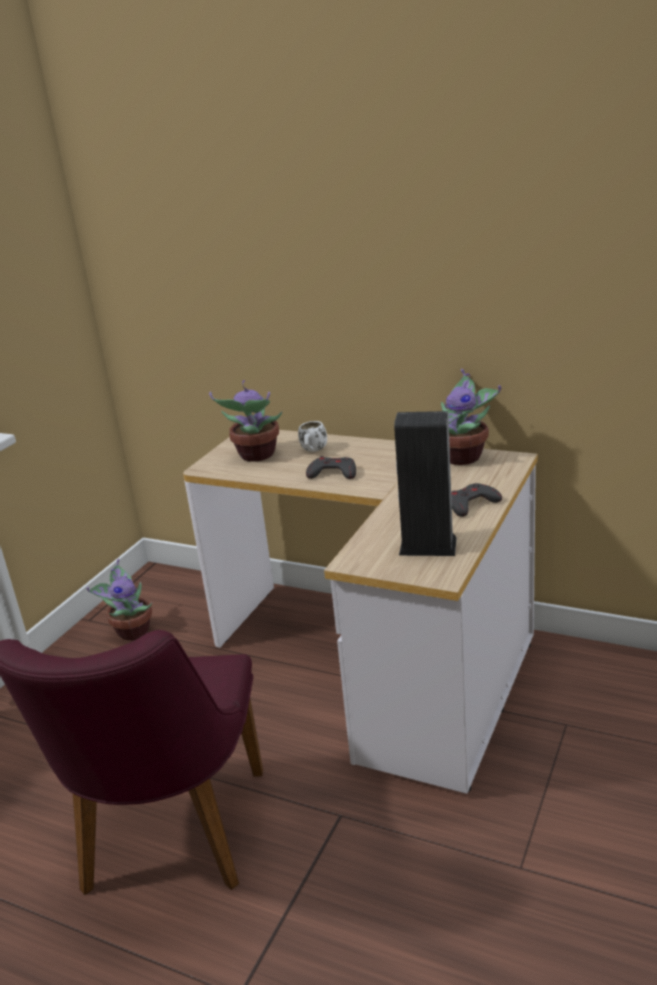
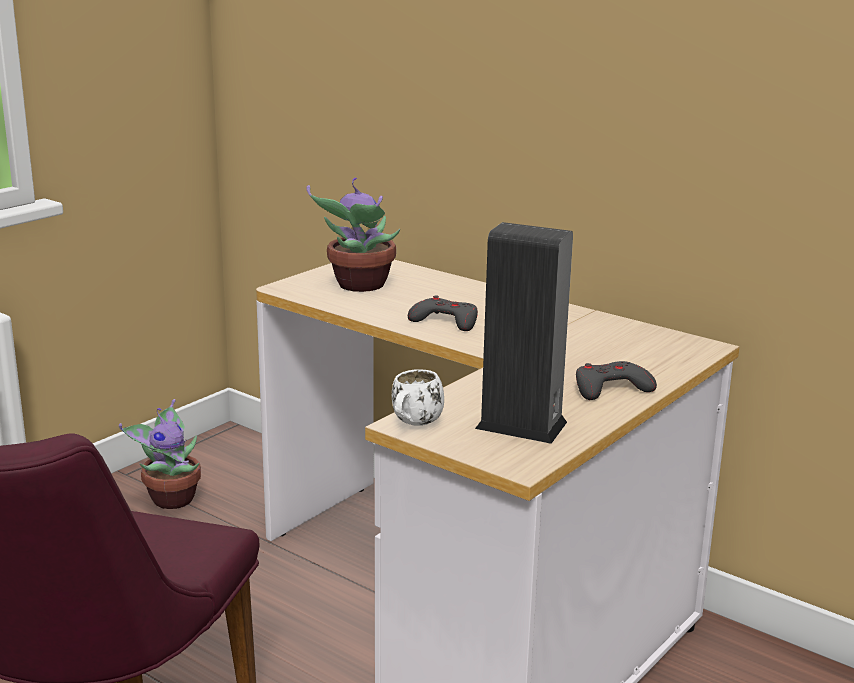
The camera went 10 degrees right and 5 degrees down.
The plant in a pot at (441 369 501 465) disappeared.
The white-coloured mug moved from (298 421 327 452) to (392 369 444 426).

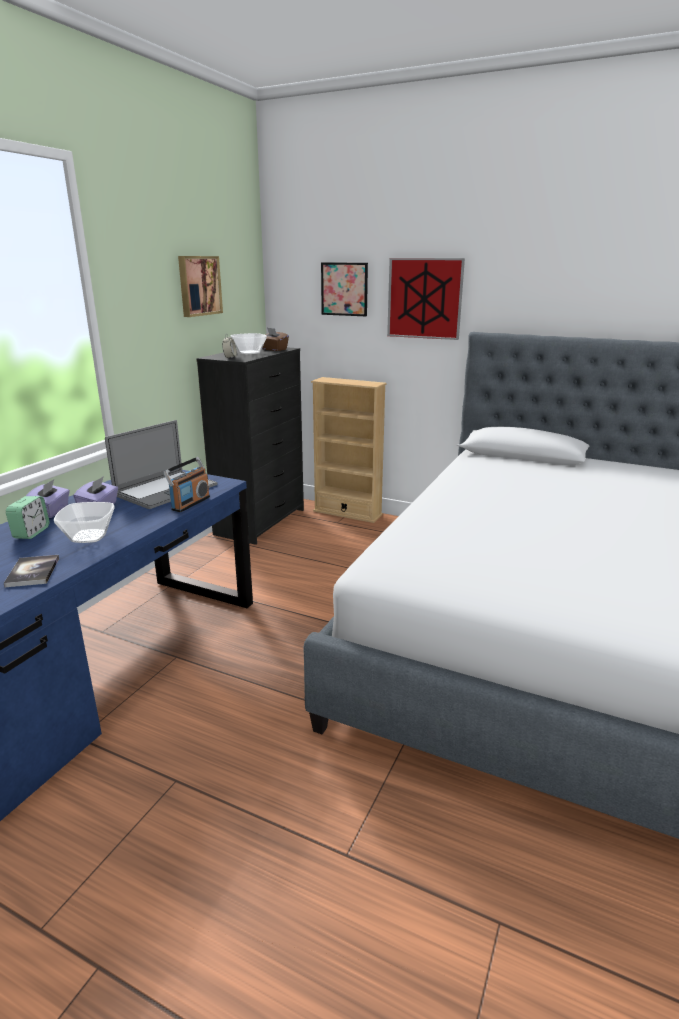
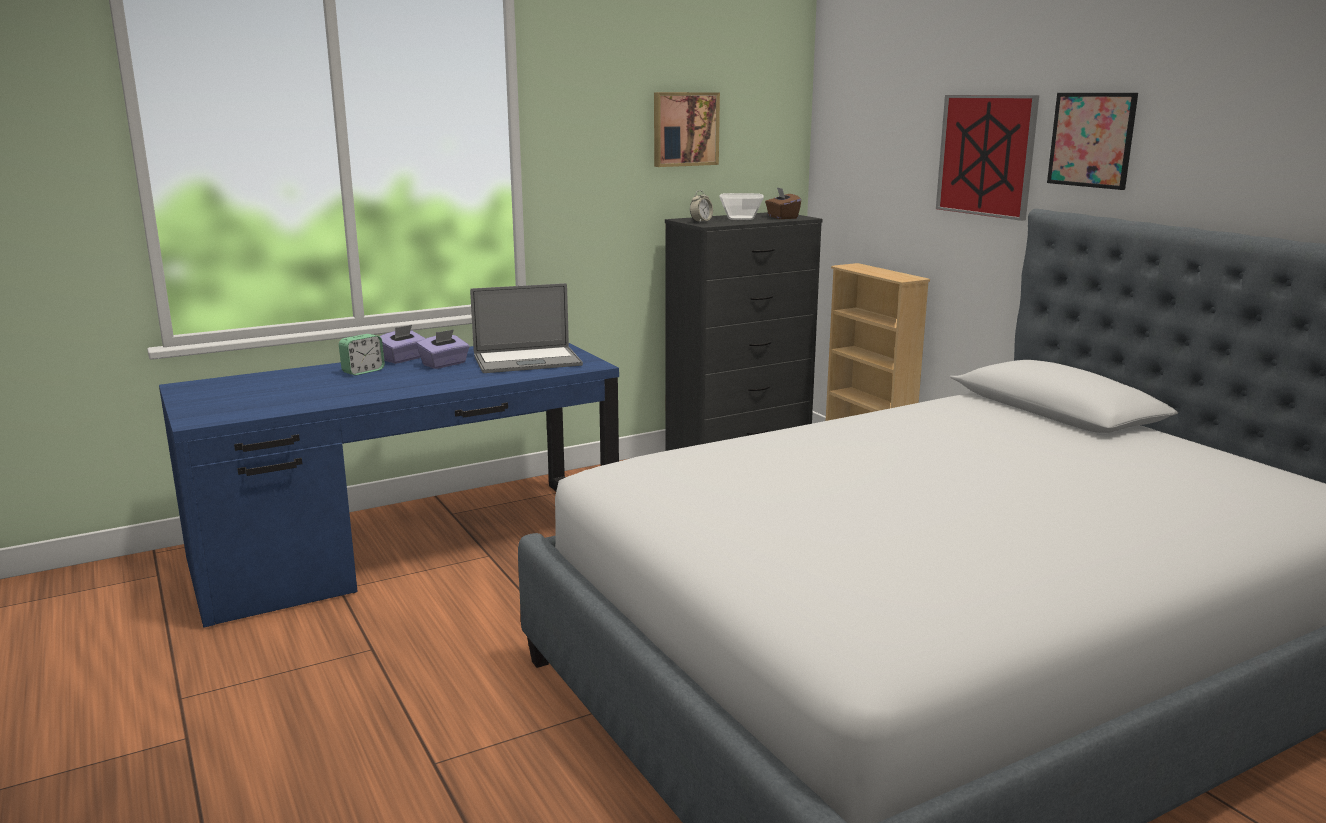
The camera went 35 degrees right and 5 degrees down.
The wall picture moved from (321 263 368 316) to (1047 93 1138 190).
The radio set at (163 457 210 512) disappeared.
The bowl at (54 502 115 543) disappeared.
The volume at (4 555 59 587) disappeared.

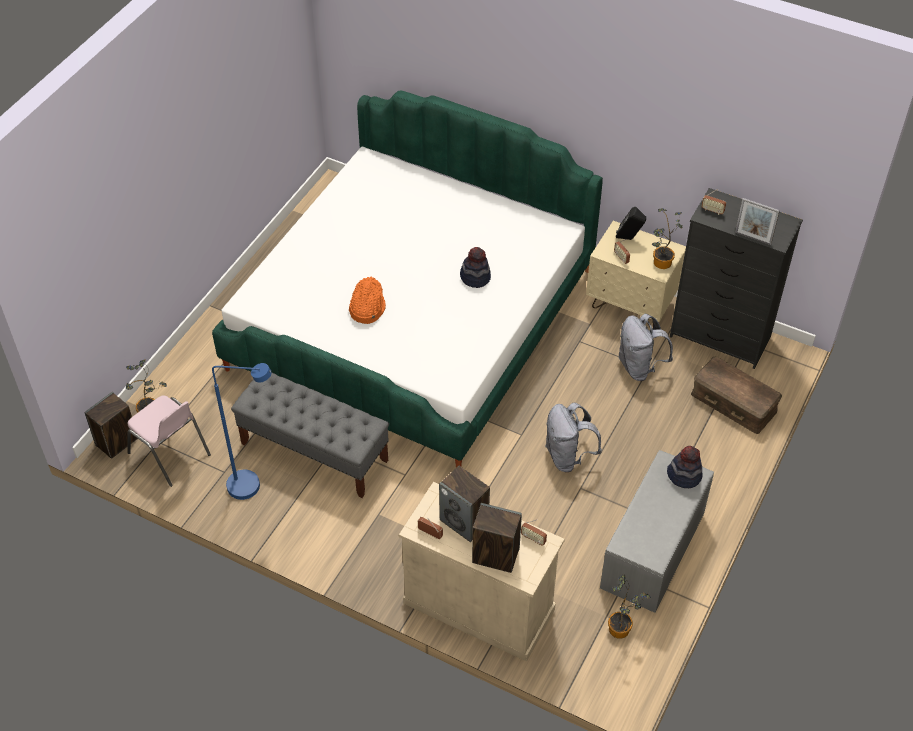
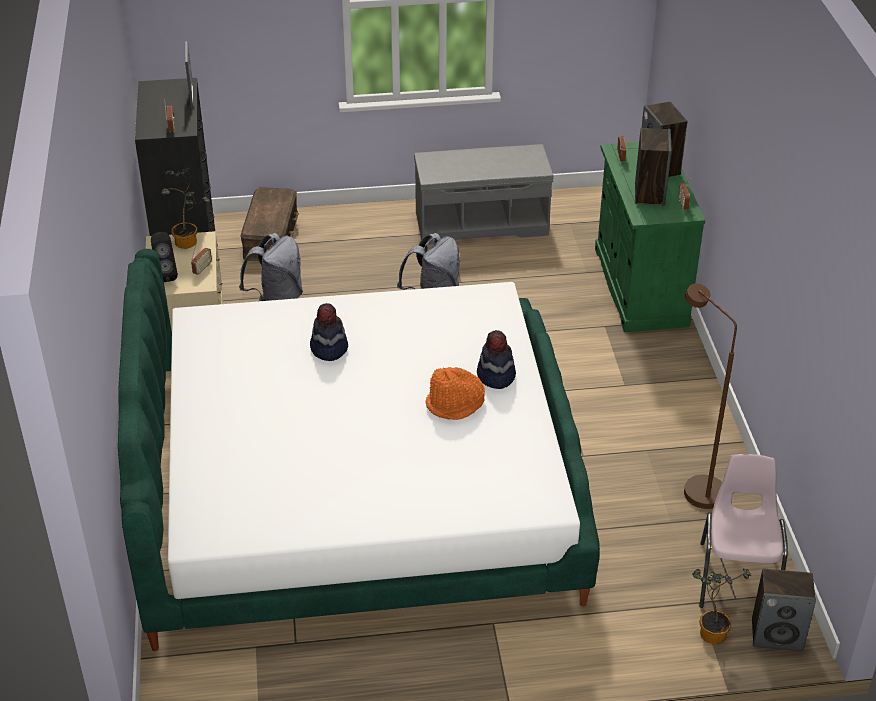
The camera went 125 degrees left and 10 degrees down.
The blue-coloured floor lamp at (212 363 272 500) became the brown floor lamp at (684 284 737 509).
The gray indoor bench at (231 373 389 498) disappeared.
The clothing hat moved from (667 446 703 488) to (477 330 516 389).
The sand-coloured storage cabinet at (399 482 565 661) became the green-coloured storage cabinet at (595 142 706 332).
The plant in a pot at (608 574 651 639) disappeared.

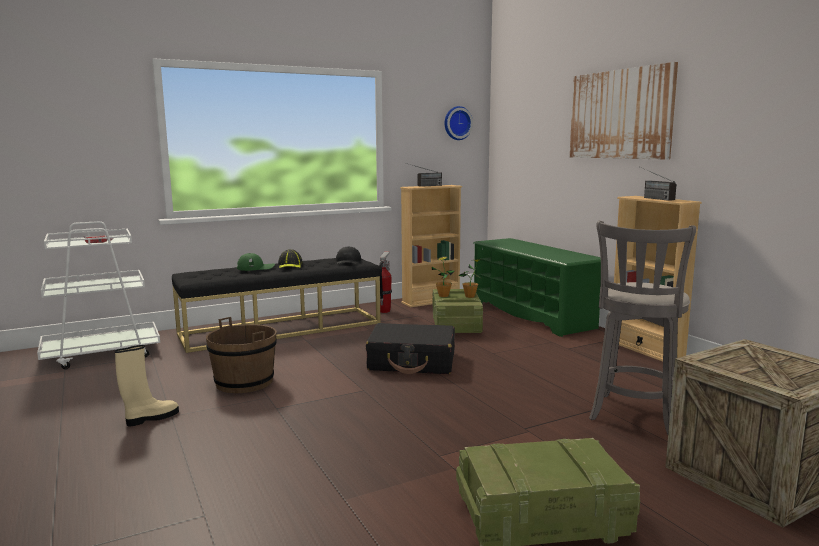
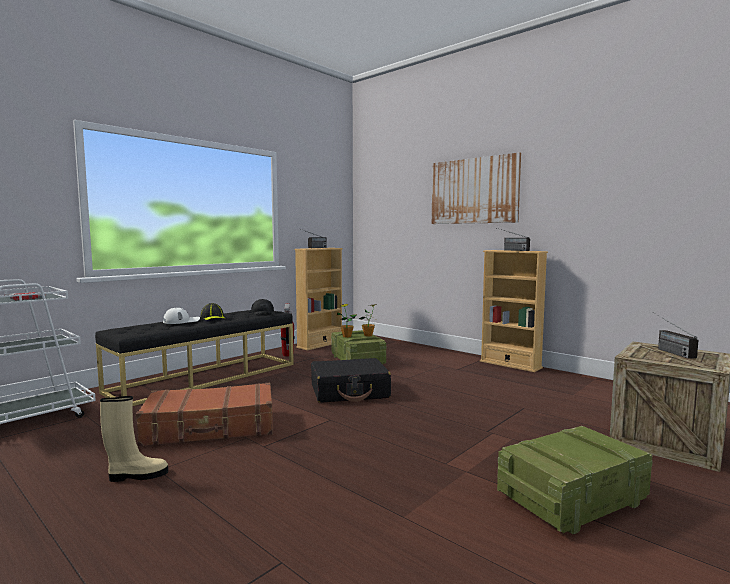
The camera went 20 degrees left and 5 degrees down.
The hanging clock at (445 106 473 140) disappeared.
The gray stool seat at (589 221 696 434) disappeared.
The green-coloured shoe stand at (473 238 601 337) disappeared.
The green-coloured baseball cap at (237 253 275 271) became the white-coloured baseball cap at (163 308 200 324).
The brown bucket at (206 317 277 393) was replaced by the brown travel case at (136 383 273 446).
The sand-coloured tall boot at (115 345 179 426) turned 45 degrees clockwise.
The radio set at (653 312 698 359) appeared.

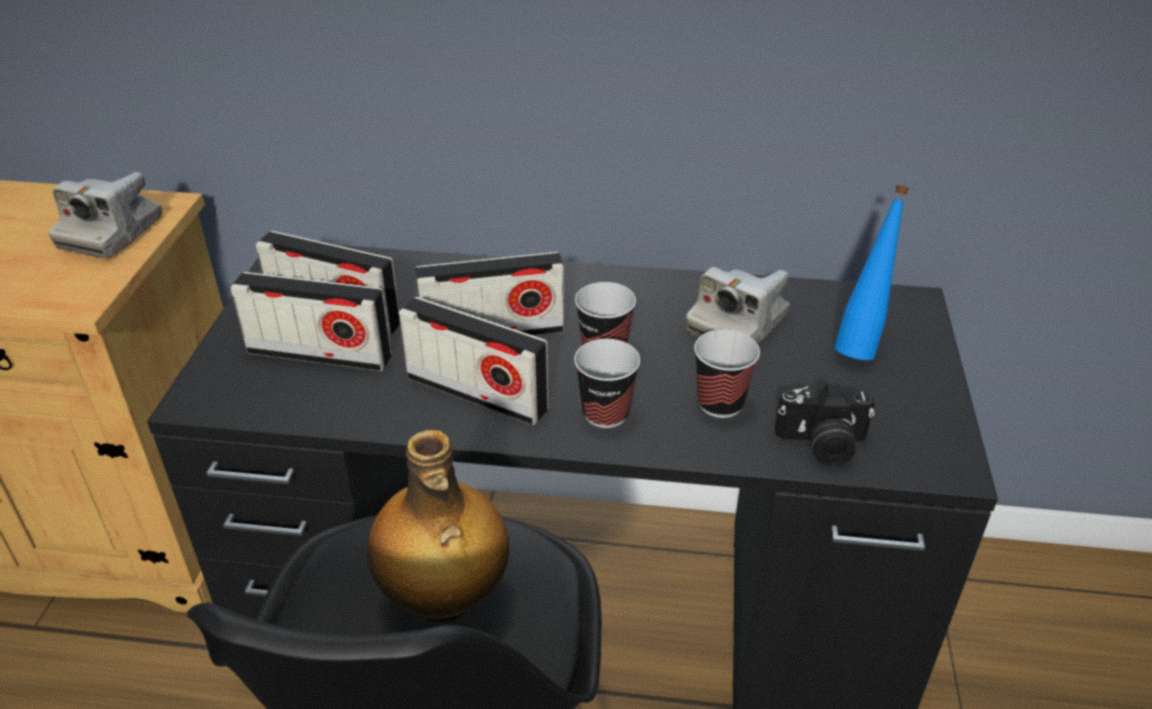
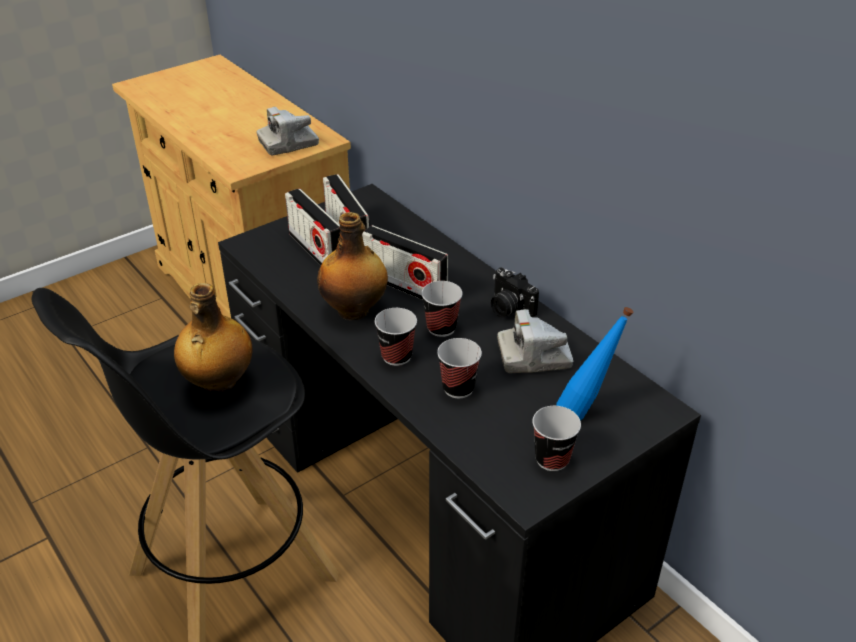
The camera went 45 degrees right and 0 degrees up.
The radio set at (399 297 549 425) was replaced by the drink bottle at (317 212 388 320).
The photo camera moved from (775 383 875 466) to (491 267 539 317).
The cup at (532 406 581 471) appeared.

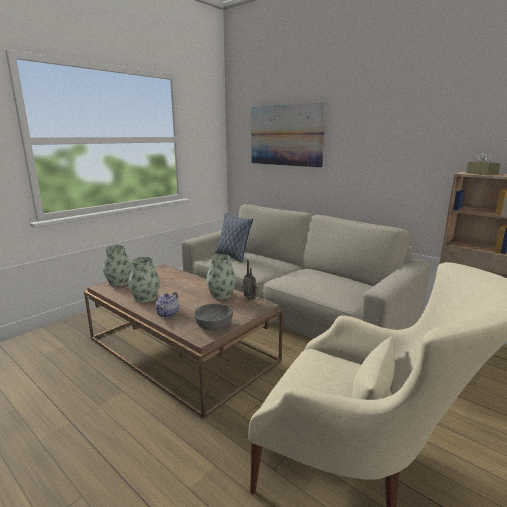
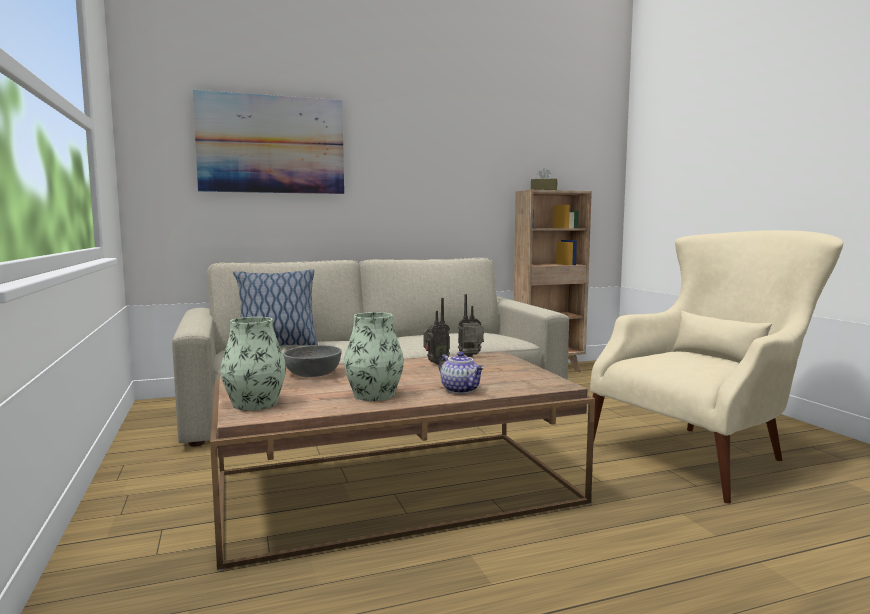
The camera went 60 degrees left and 10 degrees down.
The flower vase at (206 254 236 300) was replaced by the radio set at (423 298 450 364).
The gray bowl moved from (194 303 233 331) to (283 345 342 377).

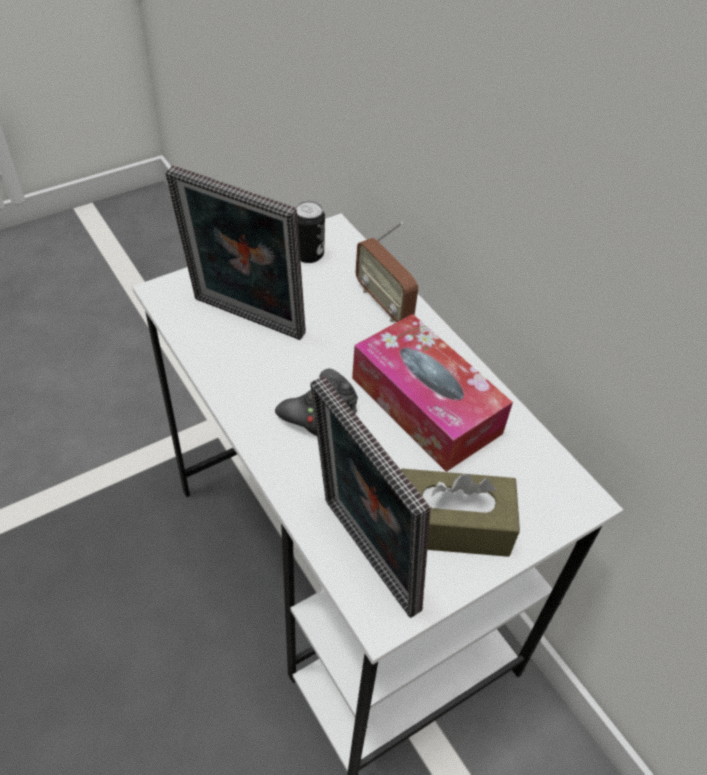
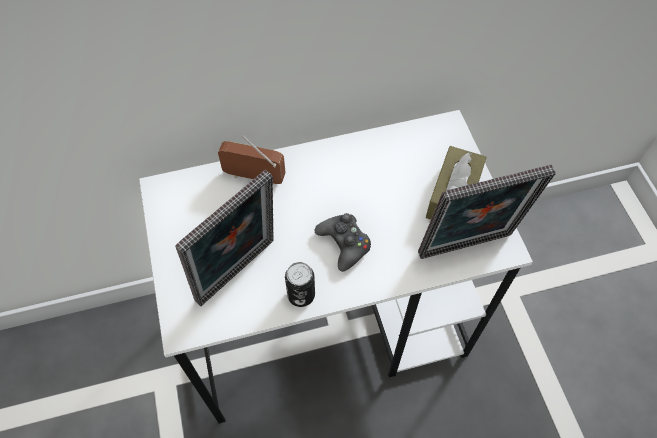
The camera went 70 degrees left and 10 degrees up.
The metal can moved from (295 200 325 263) to (285 262 315 307).
The radio set at (355 222 418 322) turned 150 degrees counterclockwise.
The tissue box at (352 314 513 472) disappeared.

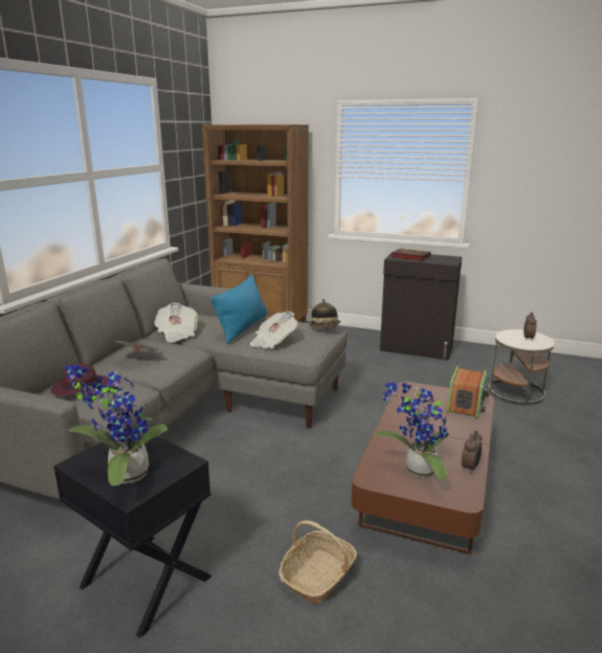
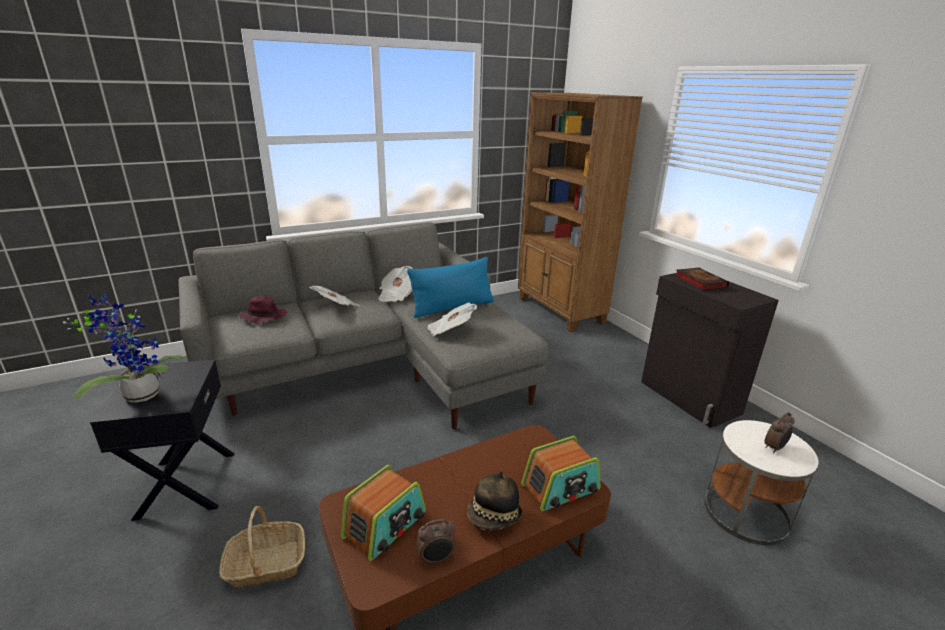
The camera went 40 degrees right and 5 degrees up.
The clothing hat moved from (309 299 341 329) to (467 471 522 531).
The plant in a pot at (375 382 449 479) was replaced by the radio set at (340 465 426 561).

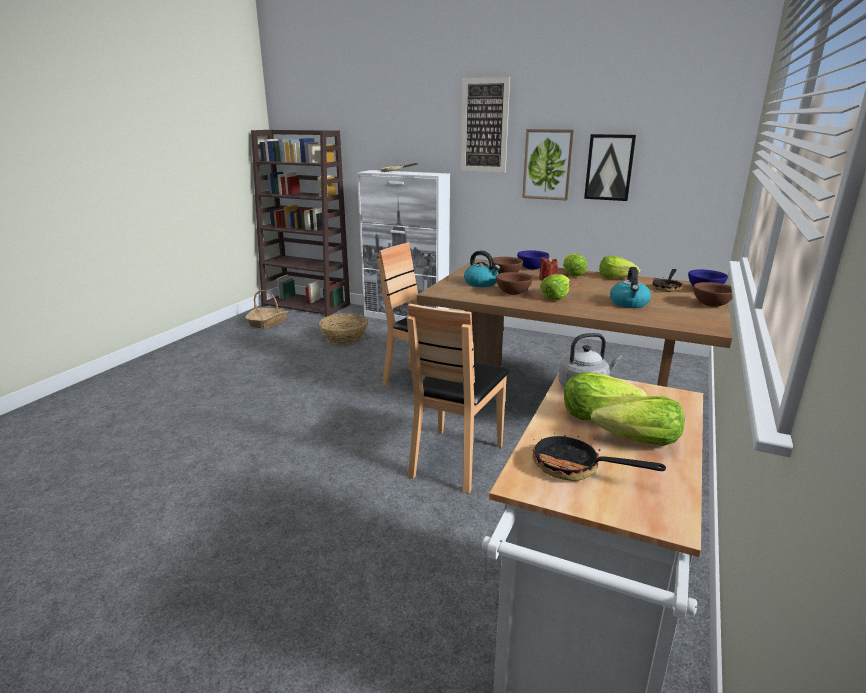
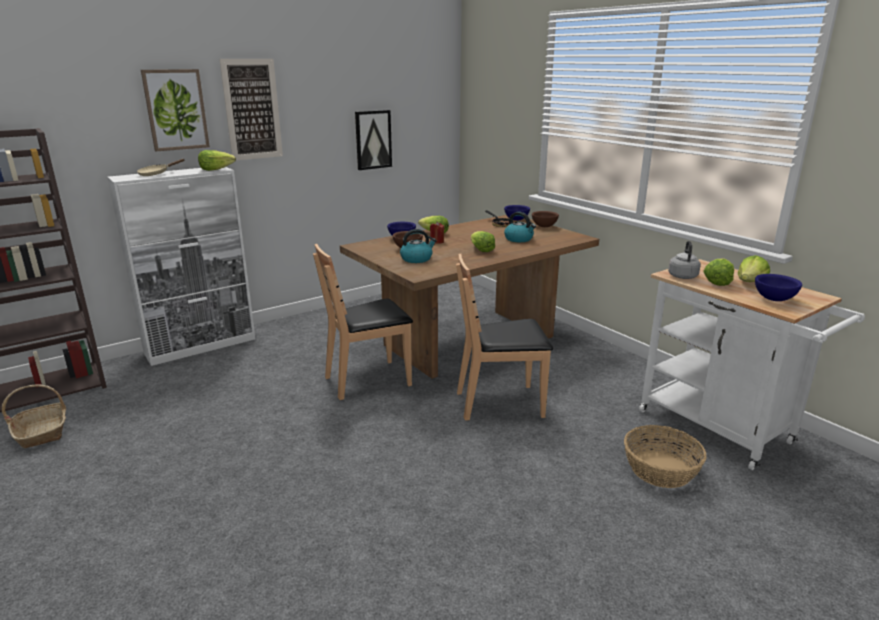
The camera went 60 degrees left and 0 degrees up.
The wall picture moved from (522 129 574 201) to (141 69 210 151).
The lettuce head moved from (599 256 641 279) to (198 150 236 171).
The brown bowl at (496 272 533 295) disappeared.
The brown chair at (407 303 509 493) turned 120 degrees clockwise.
The basket moved from (319 314 368 345) to (624 425 707 488).
The skillet at (532 433 666 481) was replaced by the blue-coloured bowl at (755 274 802 301).

